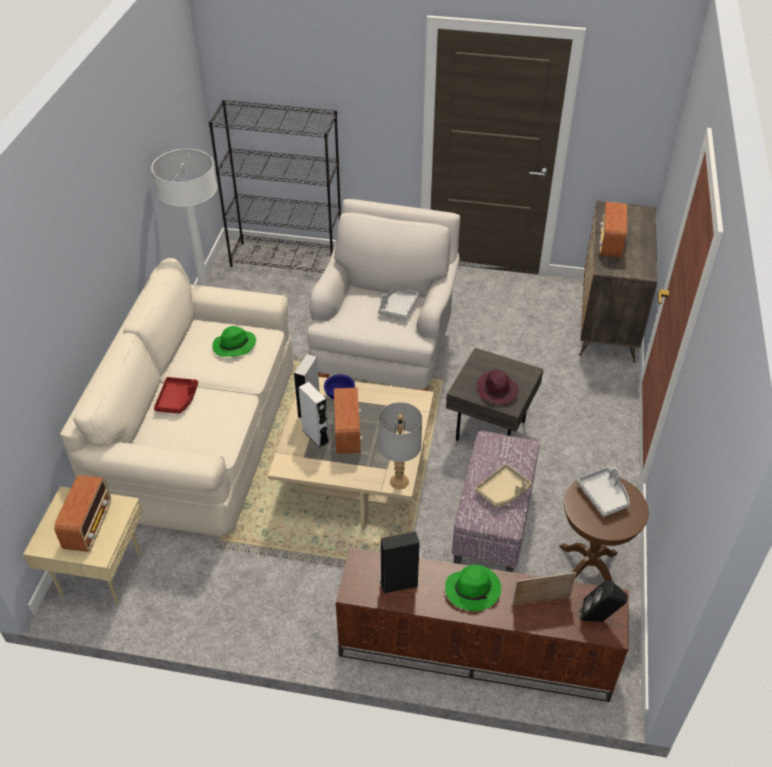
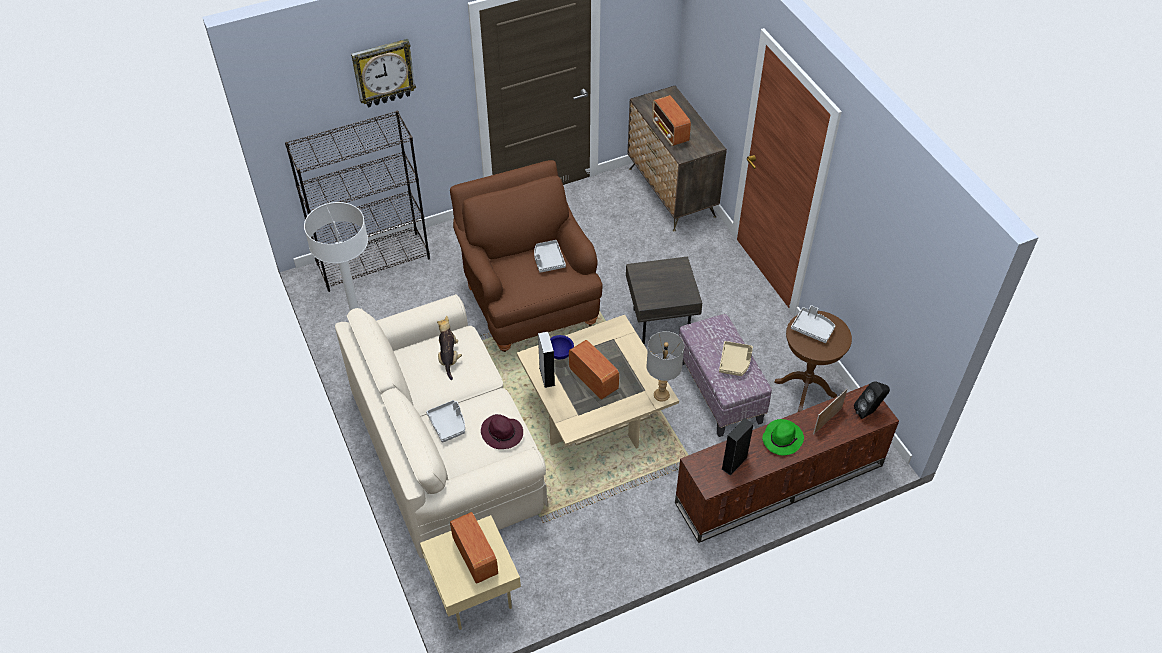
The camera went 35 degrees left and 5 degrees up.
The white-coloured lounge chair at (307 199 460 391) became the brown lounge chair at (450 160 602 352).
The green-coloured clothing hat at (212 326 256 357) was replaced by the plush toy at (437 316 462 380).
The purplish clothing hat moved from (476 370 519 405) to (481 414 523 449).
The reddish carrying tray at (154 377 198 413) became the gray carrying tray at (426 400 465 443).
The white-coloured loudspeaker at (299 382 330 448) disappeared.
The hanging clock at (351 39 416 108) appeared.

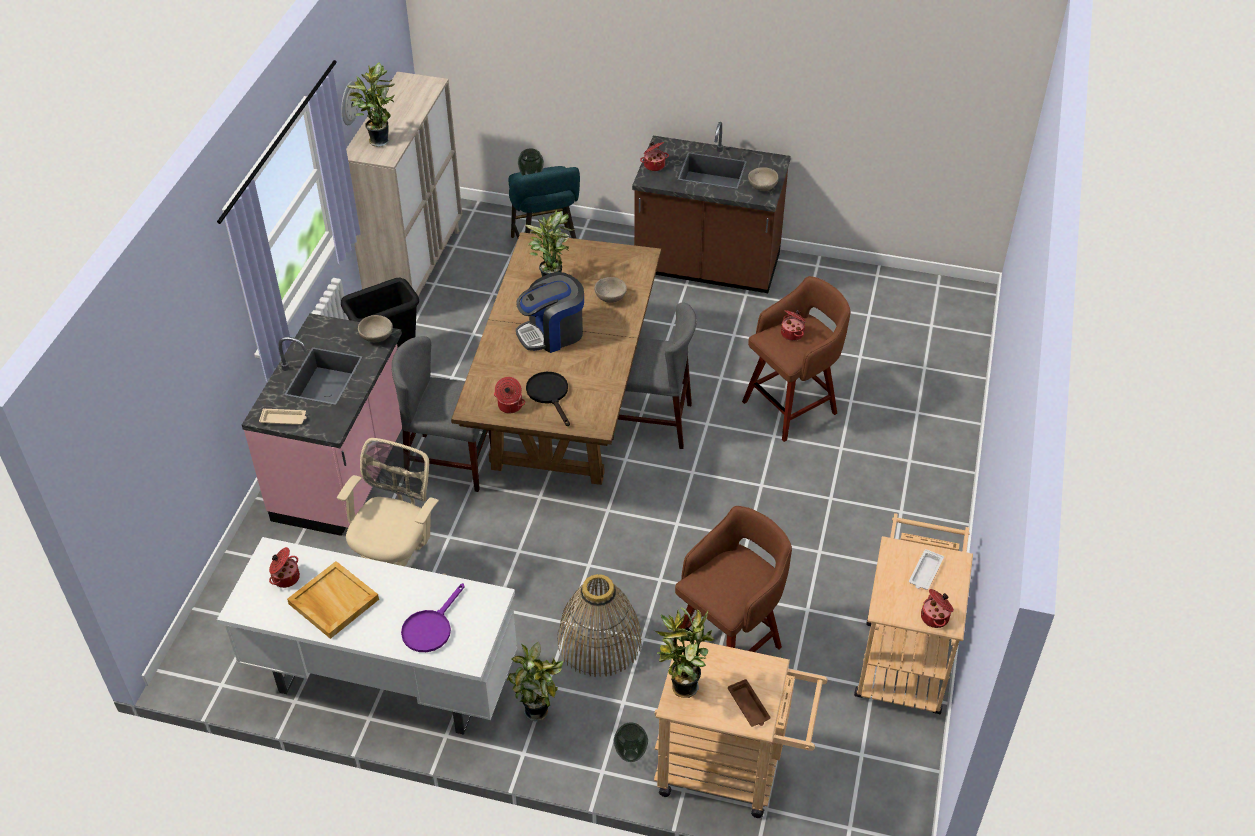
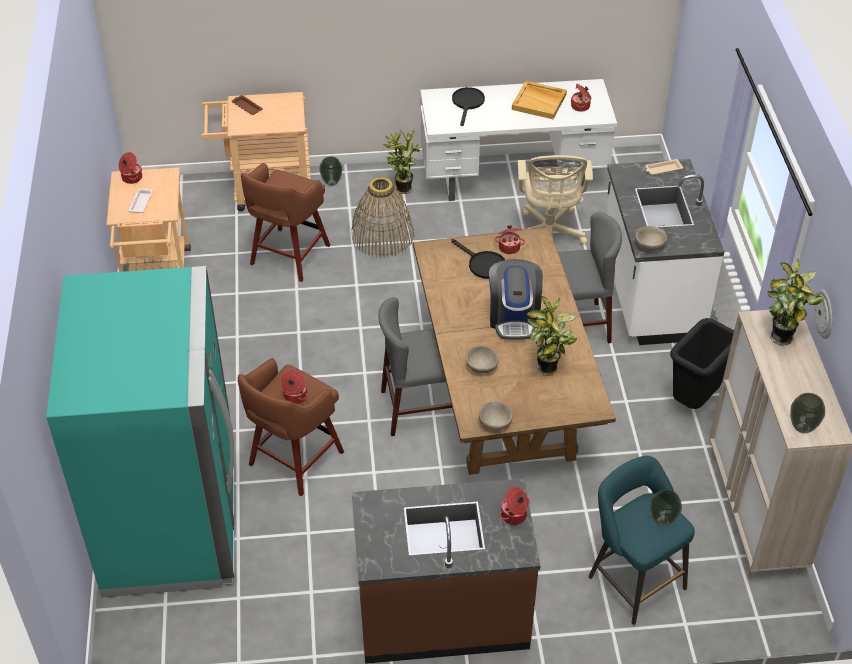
The camera went 160 degrees right and 0 degrees up.
The sand-coloured bowl moved from (748 167 778 191) to (479 401 513 431).
The coffee maker at (516 272 584 353) turned 135 degrees clockwise.
The pinkish kitchen base unit at (242 313 402 536) became the white-coloured kitchen base unit at (607 159 724 345).
The purplish skillet at (401 583 465 652) became the black skillet at (452 87 485 126).
The plant in a pot at (655 607 715 698) disappeared.
The turquoise-coloured kitchen fridge at (46 266 235 598) appeared.
The flower vase at (790 393 825 433) appeared.

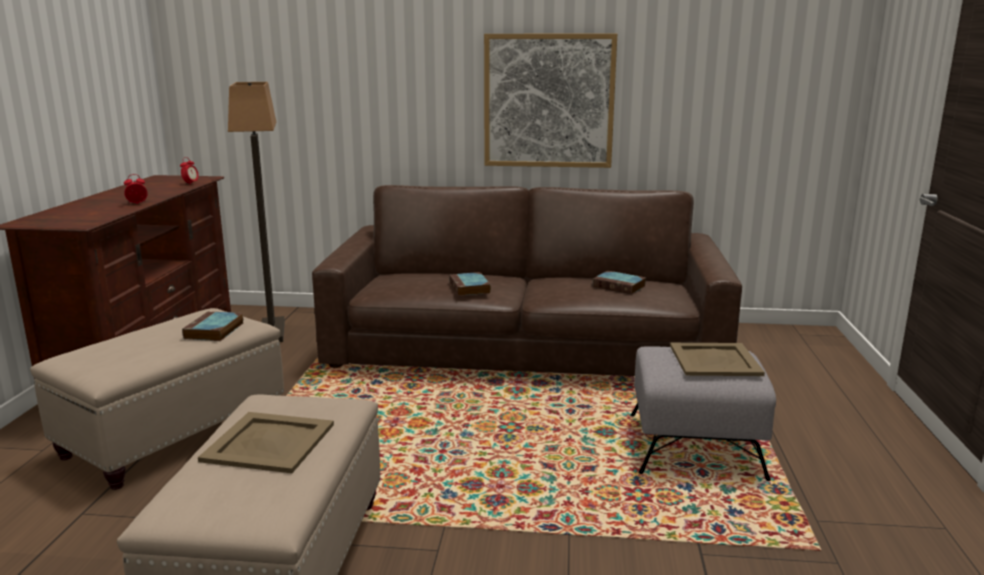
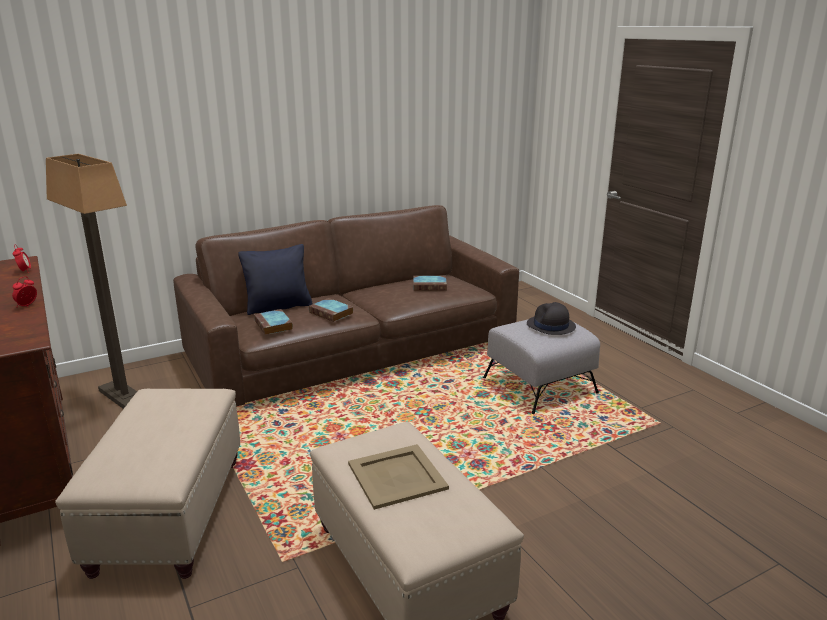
The camera went 35 degrees left and 5 degrees up.
The wall picture at (484 34 617 168) disappeared.
The volume moved from (182 311 243 341) to (254 309 293 335).
The sand-coloured carrying tray at (670 343 765 376) was replaced by the black clothing hat at (527 302 576 335).
The black throw pillow at (238 244 313 315) appeared.

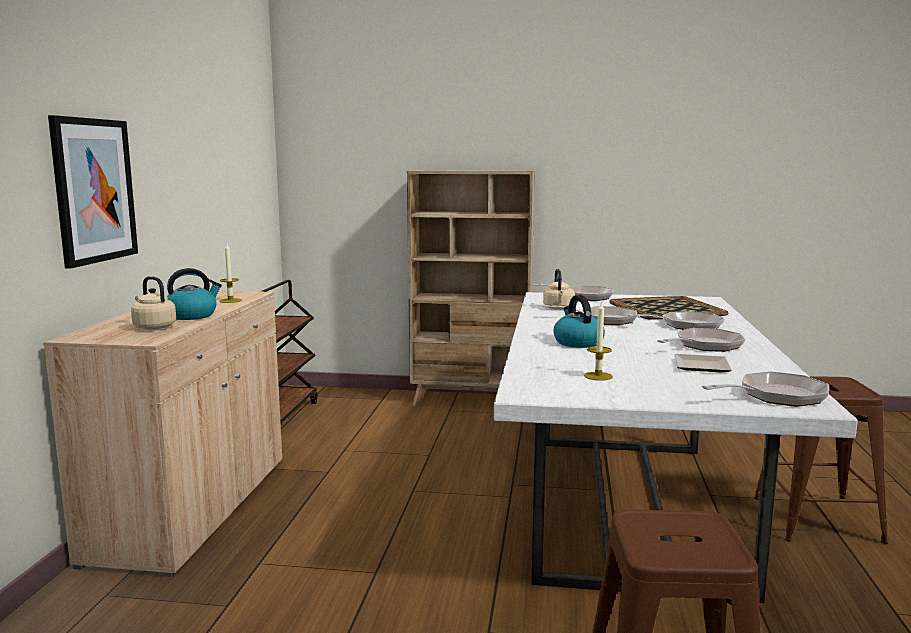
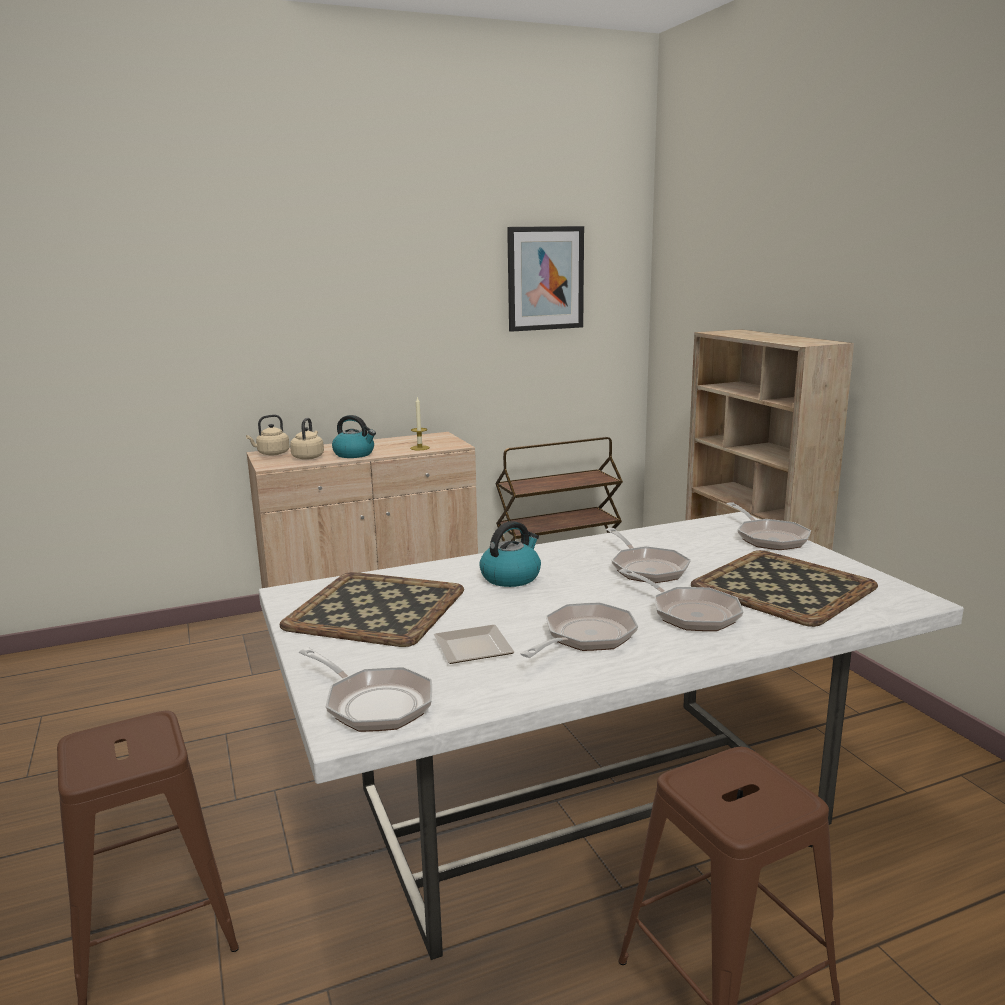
The camera went 60 degrees right and 5 degrees up.
The wall picture moved from (48 115 138 269) to (507 226 584 332).
The sand-coloured tea kettle moved from (543 269 575 310) to (246 415 290 456).
The candle at (584 301 613 381) was replaced by the carrying tray at (280 572 464 647).
The skillet at (657 328 745 352) turned 75 degrees counterclockwise.

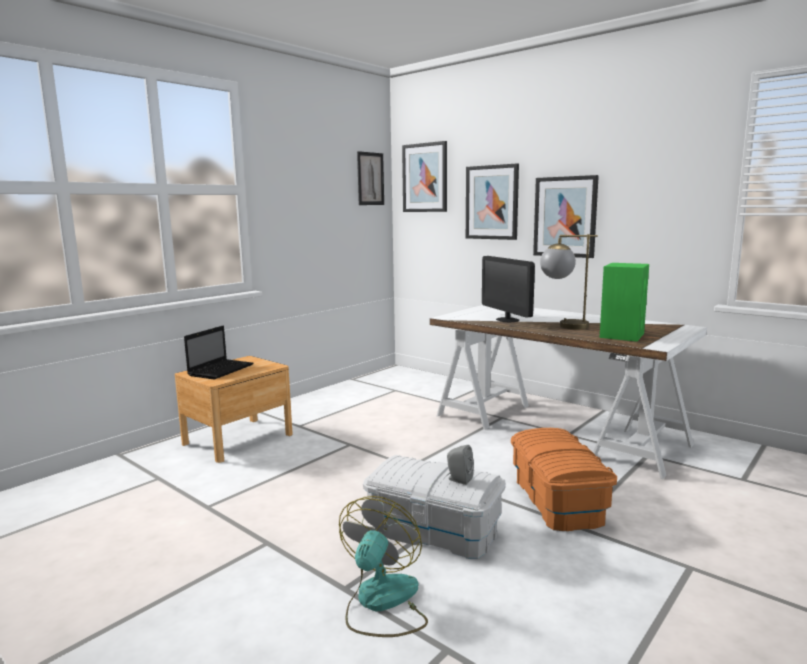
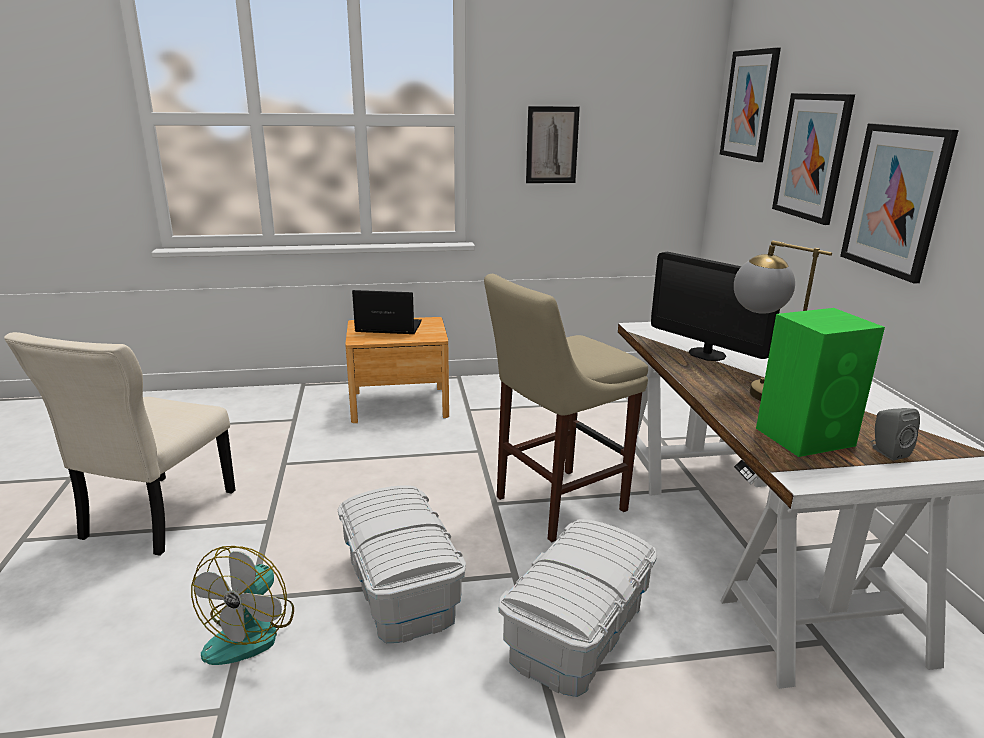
The camera went 40 degrees right and 10 degrees up.
The wall picture moved from (357 151 384 205) to (526 106 580 183).
The computer display at (482 256 535 322) turned 60 degrees counterclockwise.
The laptop at (184 326 253 379) turned 150 degrees counterclockwise.
The orangey storage container at (511 428 617 531) became the white-coloured storage container at (499 519 657 697).
The gray loudspeaker moved from (446 445 474 485) to (871 408 920 460).
The cooling fan at (339 496 428 637) turned 135 degrees clockwise.
The sand-coloured stool seat at (484 274 648 542) appeared.
The sand-coloured chair at (4 332 235 556) appeared.

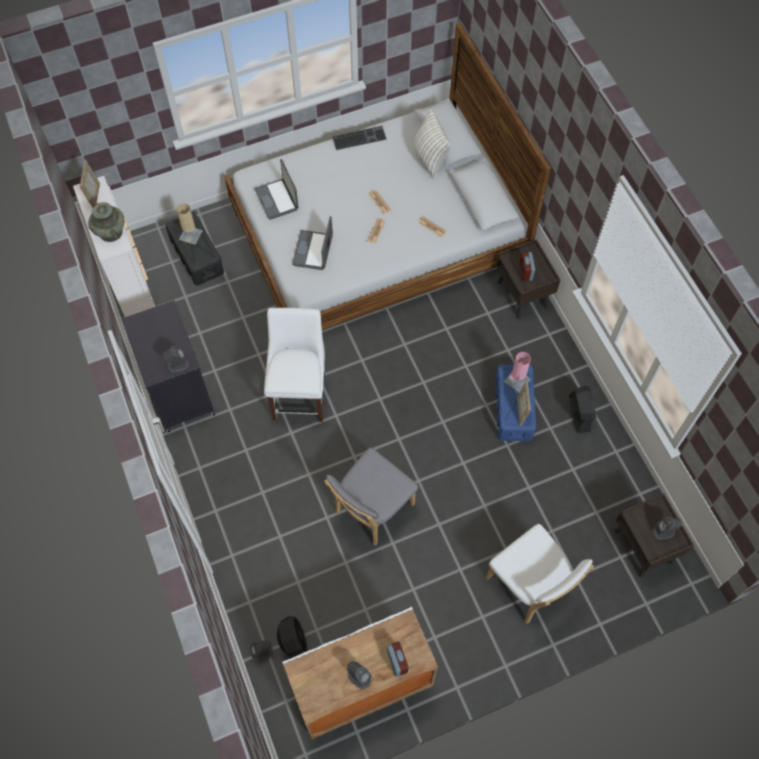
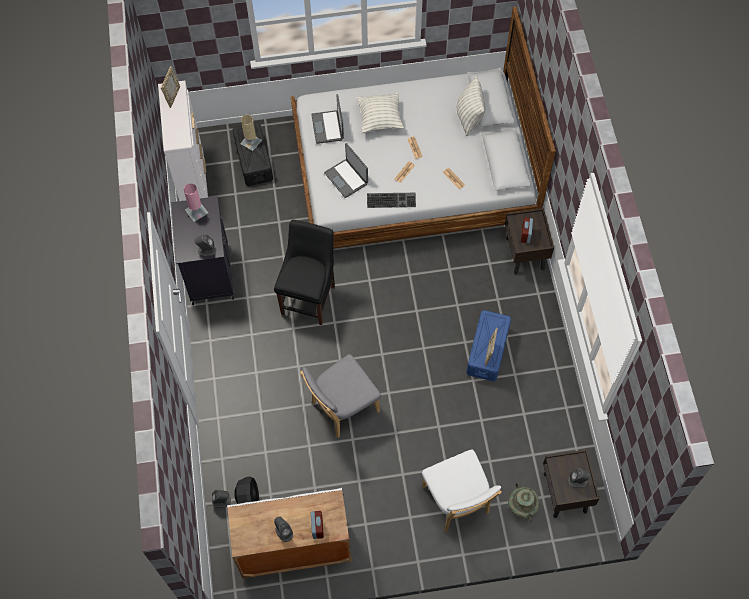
The camera went 15 degrees right and 0 degrees up.
The computer keyboard moved from (332 126 387 150) to (367 193 416 208).
The turquoise-coloured flower vase moved from (88 202 124 242) to (508 483 539 522).
The laptop at (292 216 333 270) turned 60 degrees counterclockwise.
The white-coloured chair at (264 308 326 422) became the black chair at (274 220 335 325).
The pinkish table lamp moved from (504 352 531 392) to (184 183 208 222).
The black cooling fan at (569 385 596 433) disappeared.
The throw pillow at (357 93 404 133) appeared.

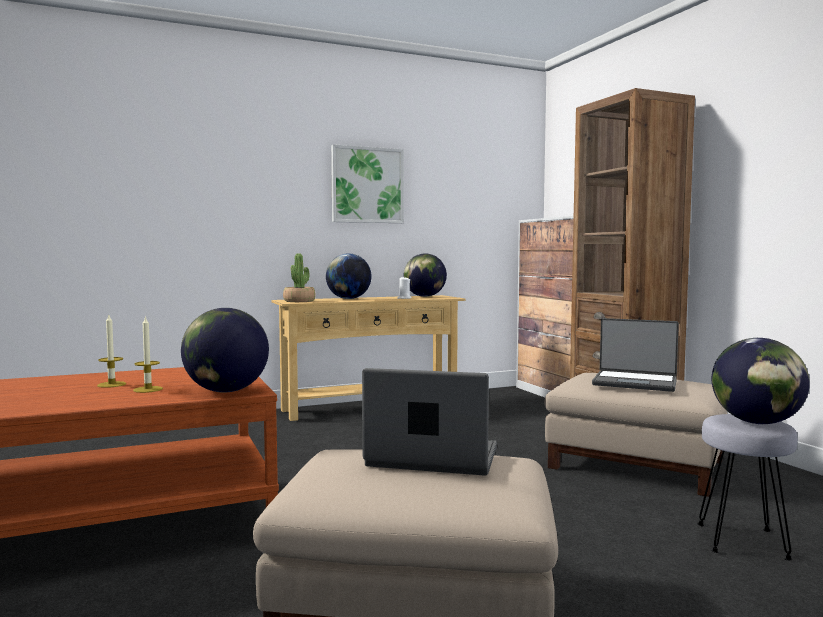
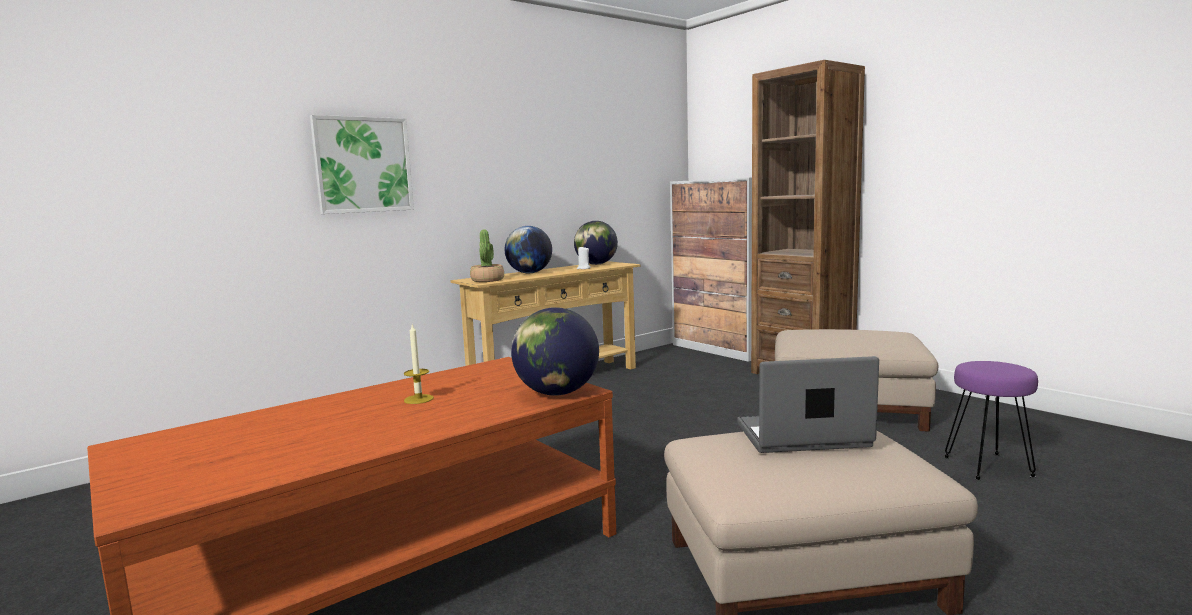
The camera went 15 degrees left and 5 degrees up.
The wall picture moved from (331 144 404 223) to (310 115 414 214).
The candle at (133 316 163 393) disappeared.
The laptop at (592 318 679 392) disappeared.
The desk globe at (712 338 810 424) disappeared.
The gray stool seat at (697 414 797 560) became the purplish stool seat at (943 361 1038 480).

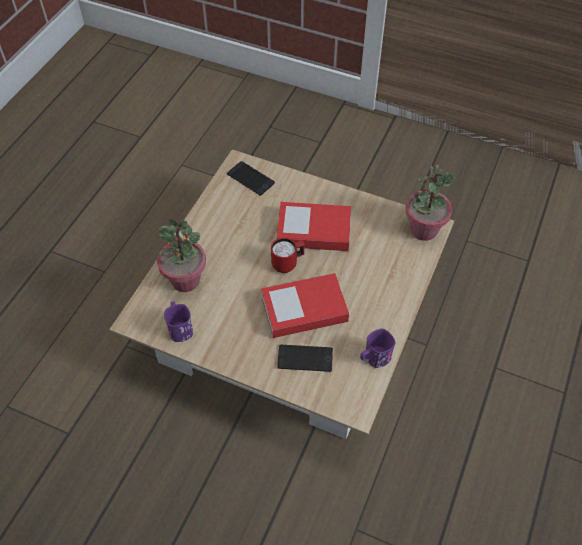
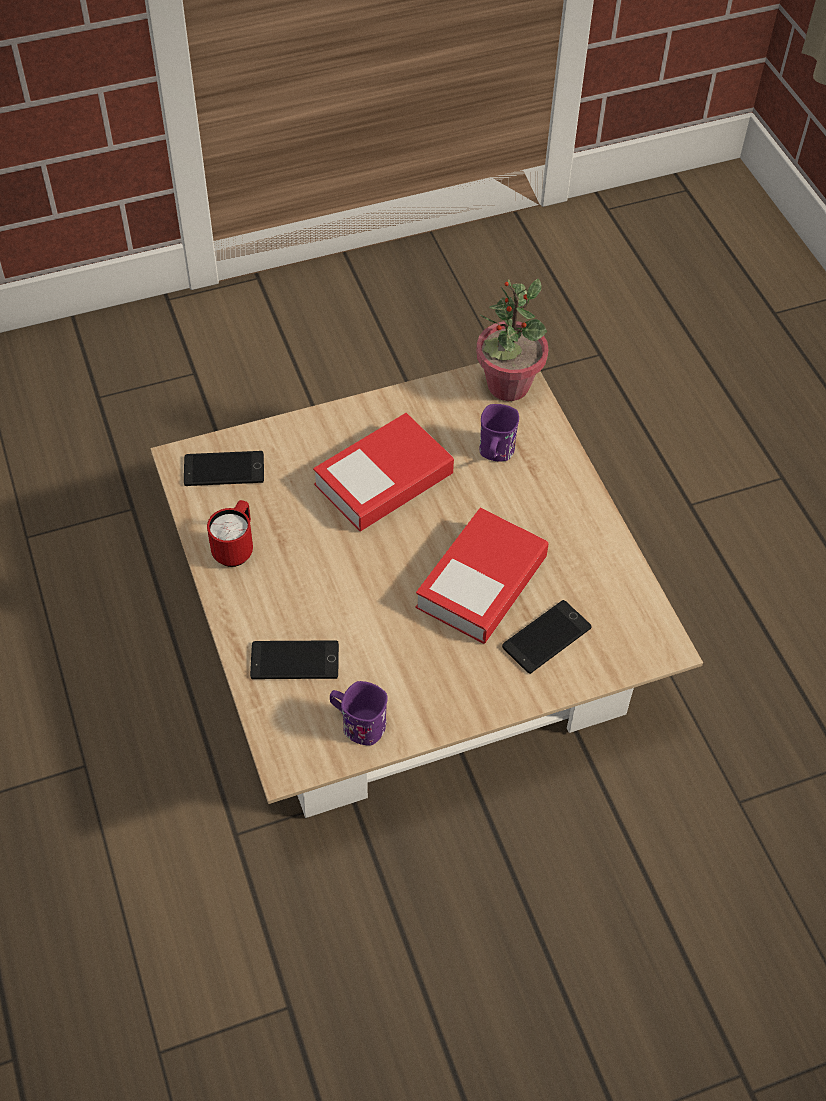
The camera went 45 degrees left and 0 degrees up.
The plant in a pot at (157 219 206 292) was replaced by the telephone at (250 640 339 679).
The reddish mug moved from (271 238 305 273) to (207 500 253 567).
The purplish mug moved from (360 329 396 368) to (479 404 519 461).

